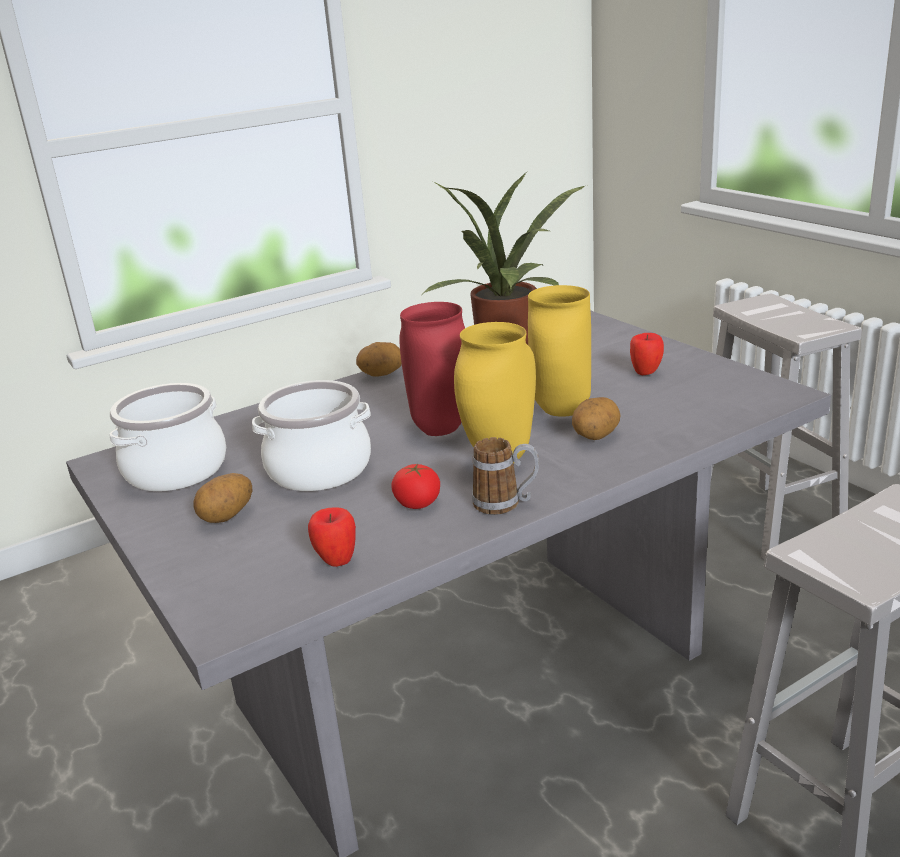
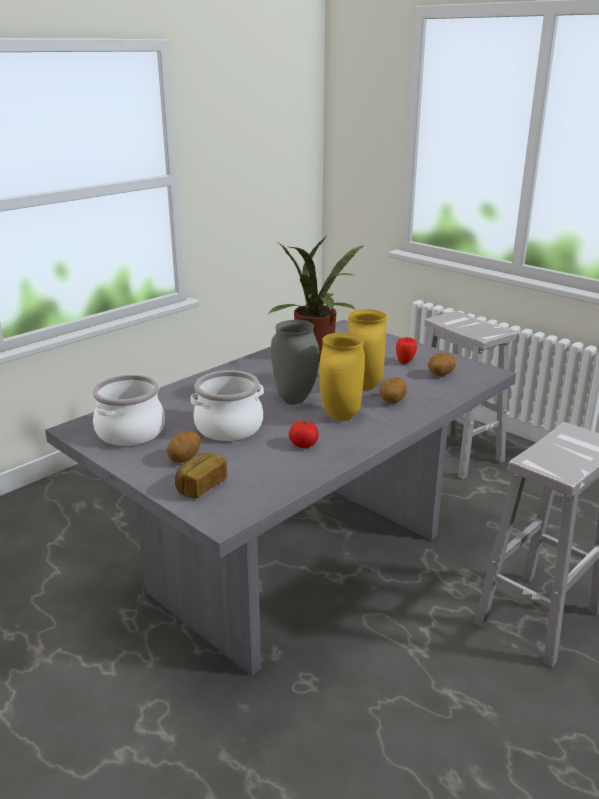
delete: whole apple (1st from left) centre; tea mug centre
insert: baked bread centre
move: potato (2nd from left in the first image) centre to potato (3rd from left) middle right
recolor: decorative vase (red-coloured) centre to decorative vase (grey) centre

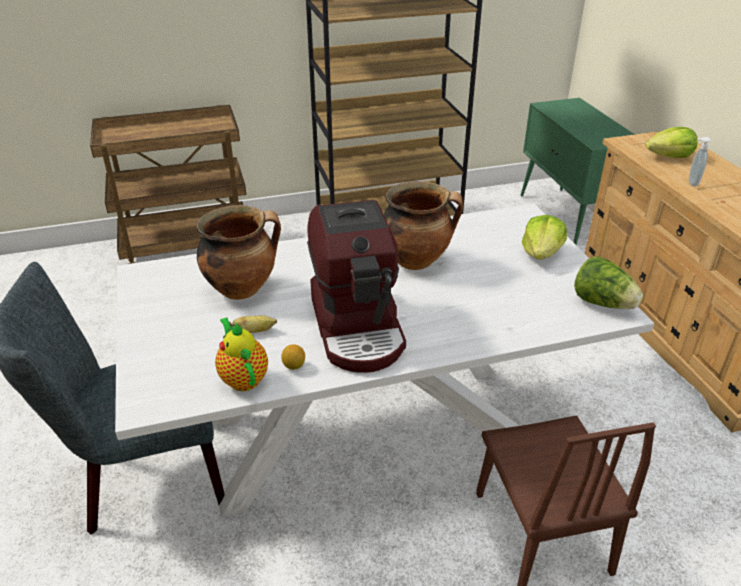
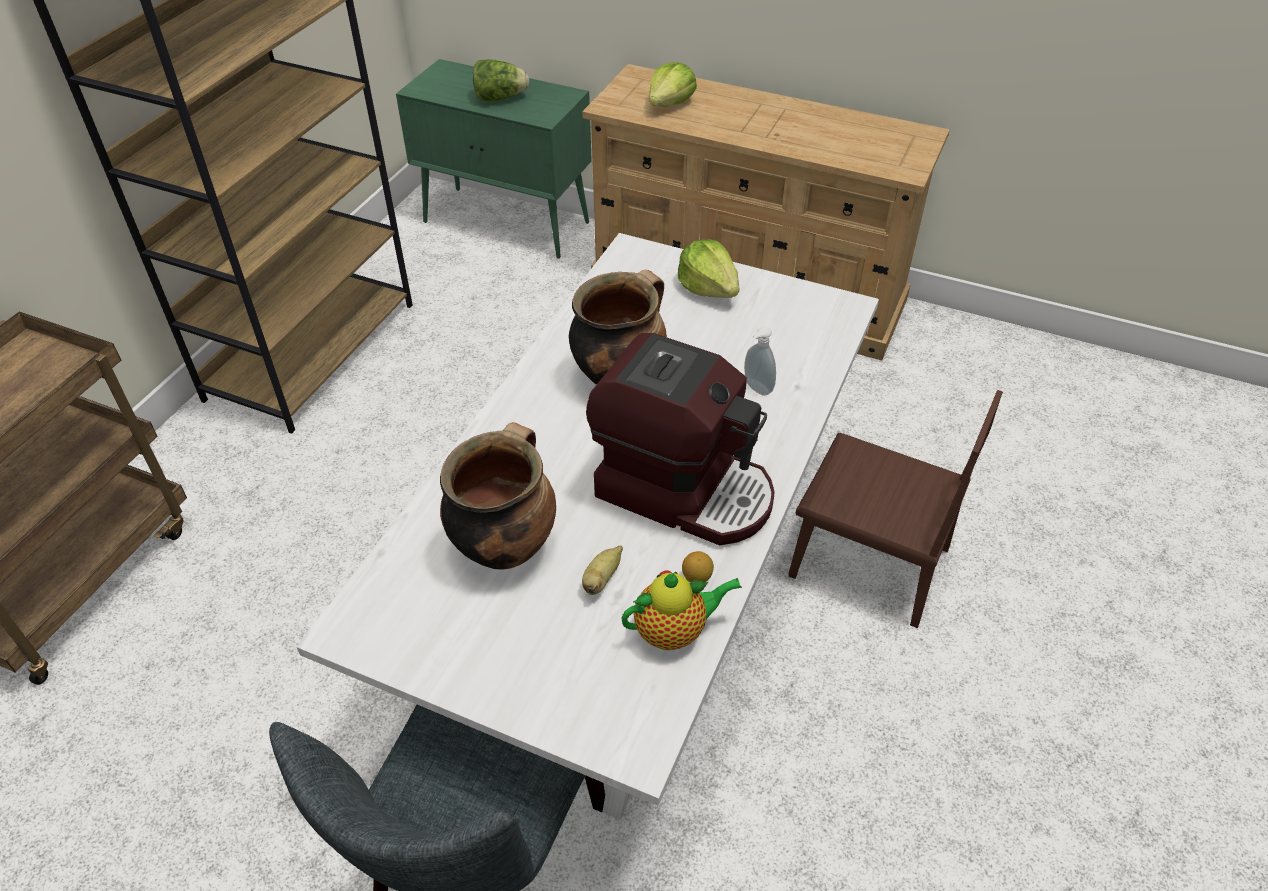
move: head of lettuce (2nd from left in the first image) middle right to head of lettuce (1st from left) top centre; soap bottle top right to centre
rotate: tea pot middle left = bottom centre 150 degrees clockwise

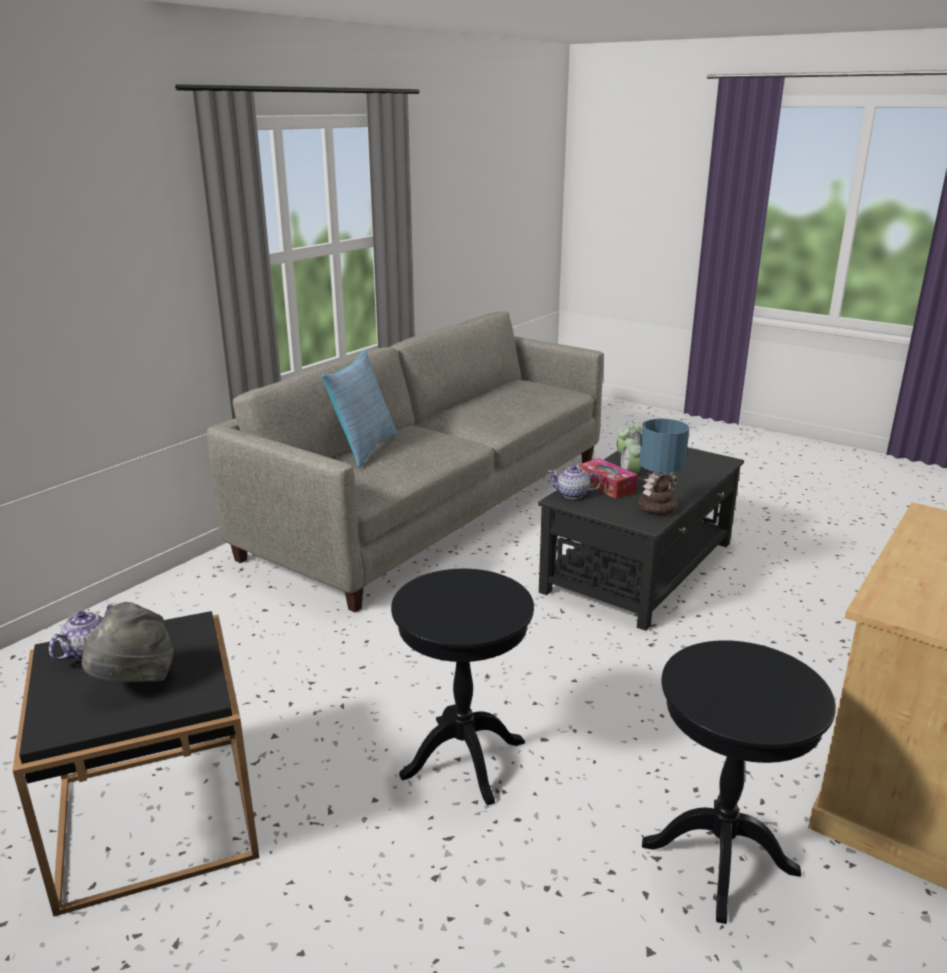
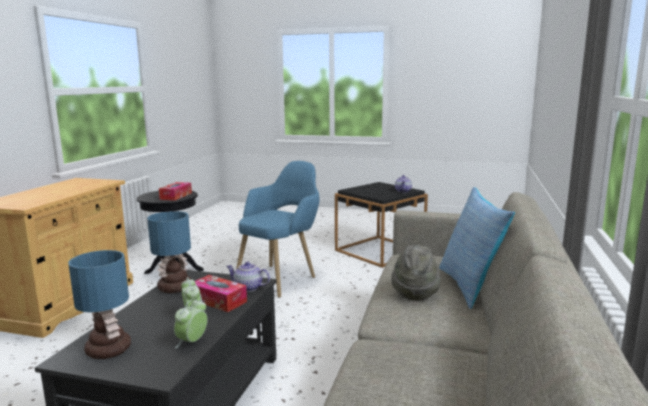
insert: table lamp (1st from left) bottom left; tissue holder (1st from left) middle left
move: hat (grey) middle left to bottom centre
replace: accent table (black-coloured) (2nd from left) bottom centre to easy chair (bluish) centre
rotate: tea pot (2nd from left in the first image) centre = bottom centre 150 degrees counterclockwise

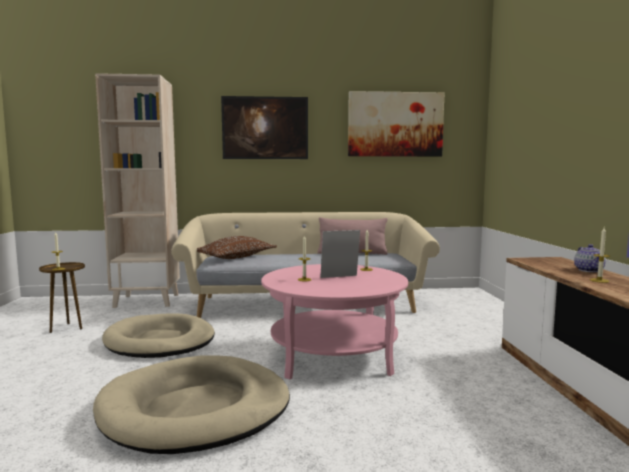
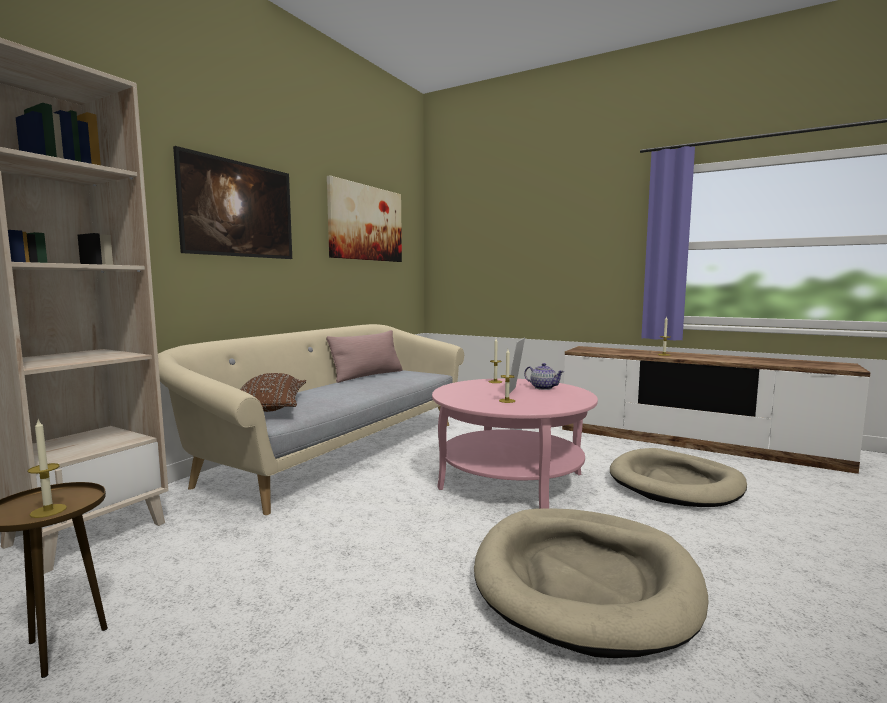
move: dog cushion (beige-coloured) (1st from left in the first image) bottom left to dog cushion (beige-coloured) (2nd from left) bottom right; tea pot middle right to centre

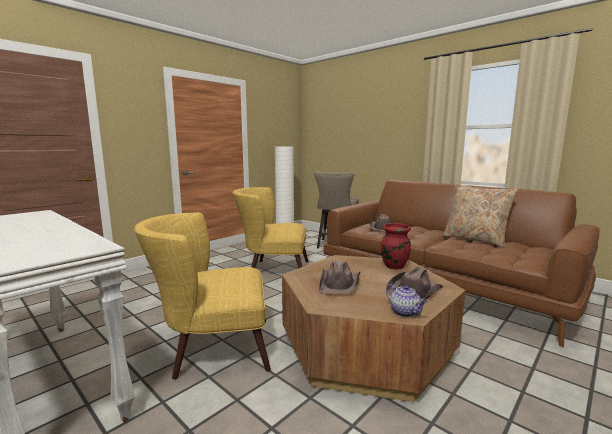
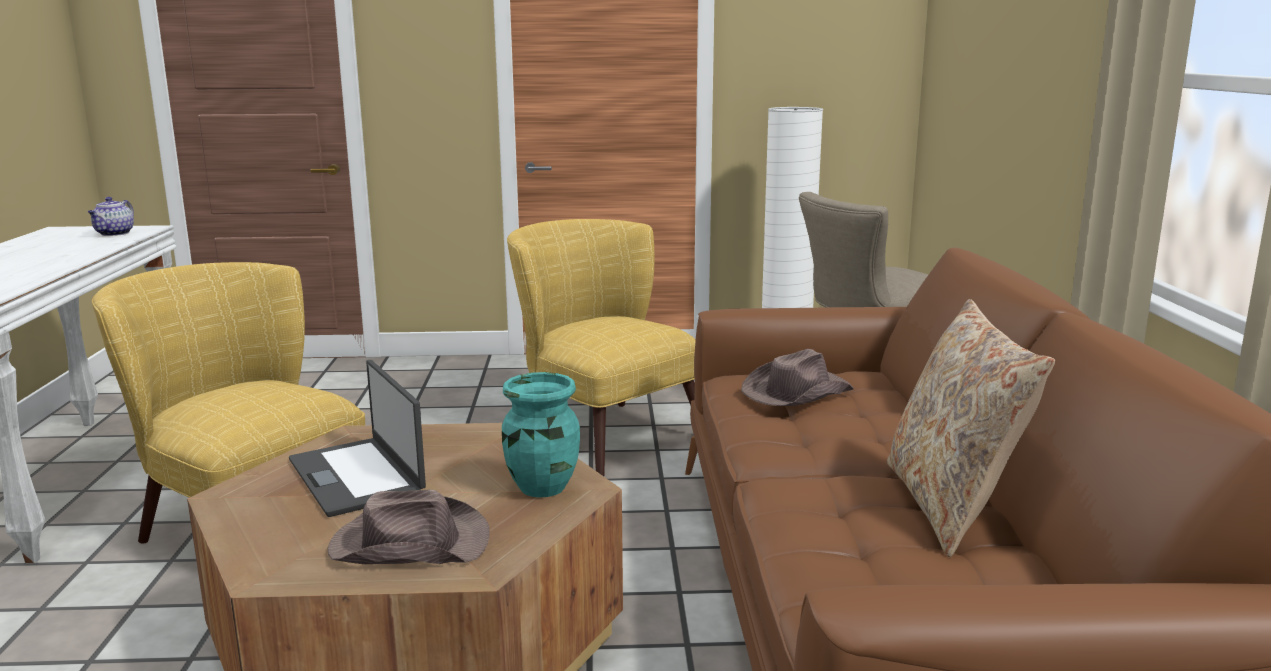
move: tea pot bottom centre to top left
replace: hat (brownish) (1st from left) centre to portable computer middle left
recolor: decorative vase (red-coloured) centre to decorative vase (blue-green) centre

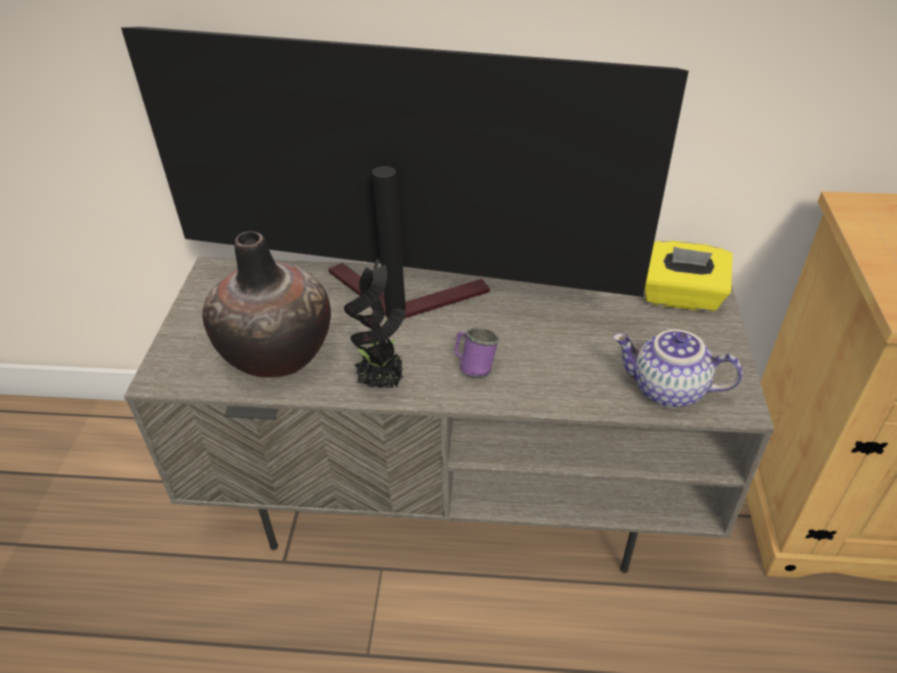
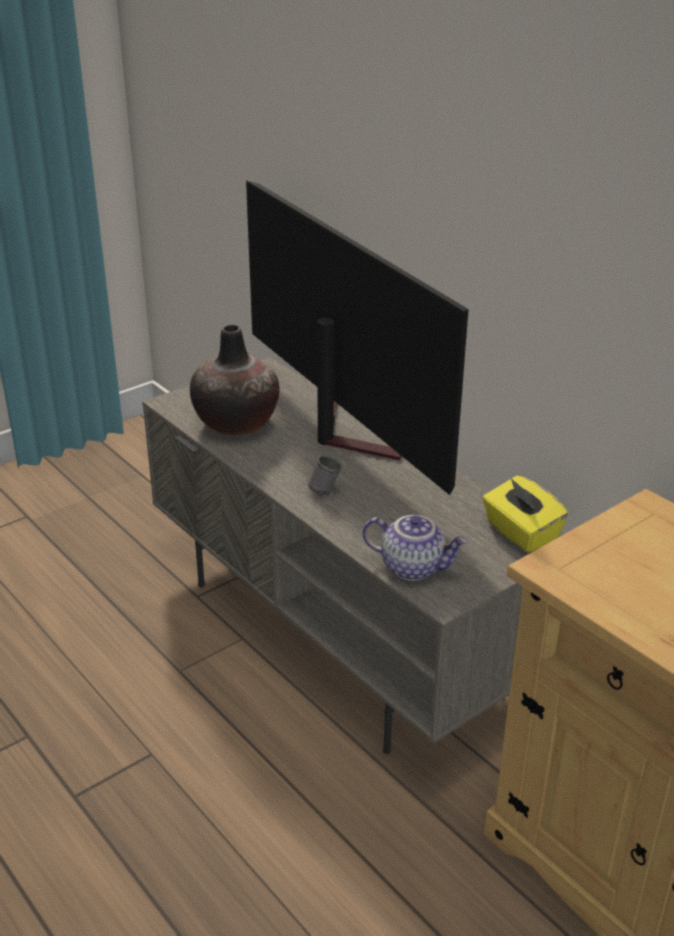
delete: houseplant centre
recolor: tea mug (purple) centre to tea mug (grey) centre
rotate: tea pot middle right = centre 135 degrees clockwise

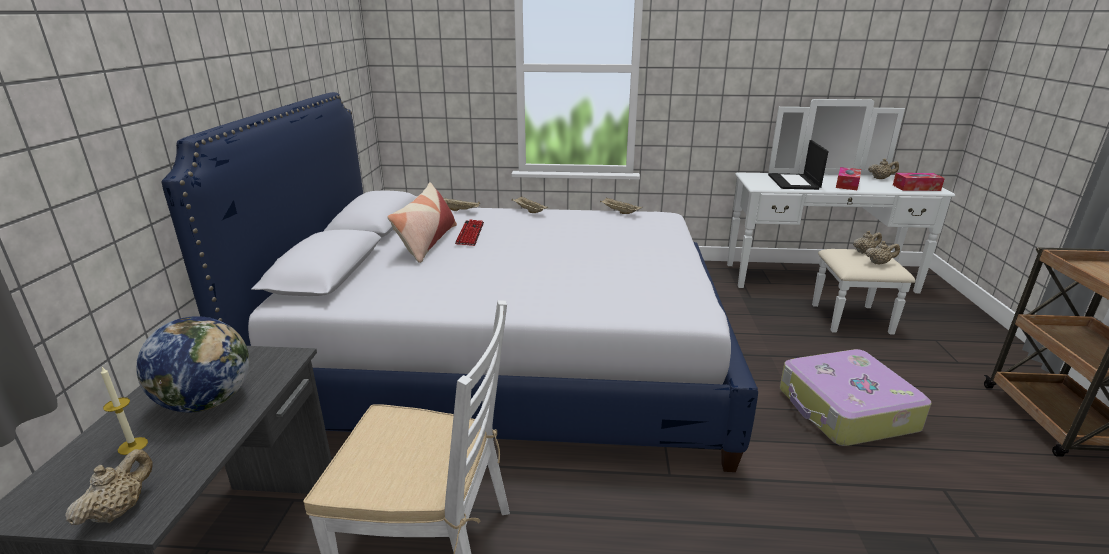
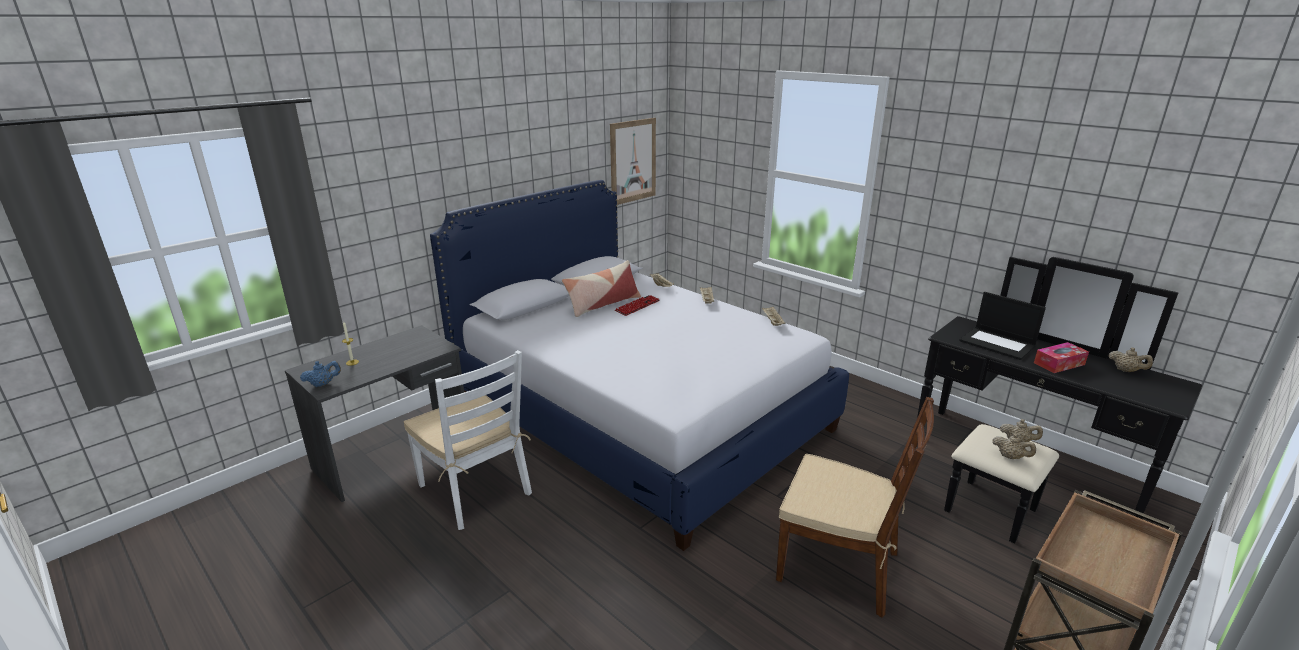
delete: globe middle left; tissue holder (2nd from left) top right
insert: wall picture top centre
replace: travel case bottom right to plain chair (brownish) bottom centre
recolor: tea pot (beige-coloured) (1st from left) bottom left to tea pot (bluish) middle left; dresser (whitish) middle right to dresser (black-coloured) middle right
rotate: portable computer top right = middle right 90 degrees counterclockwise

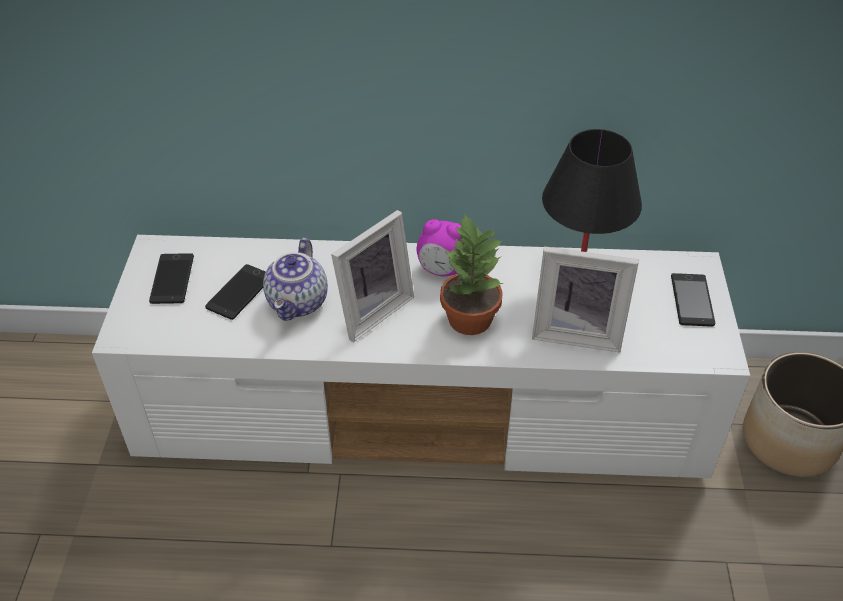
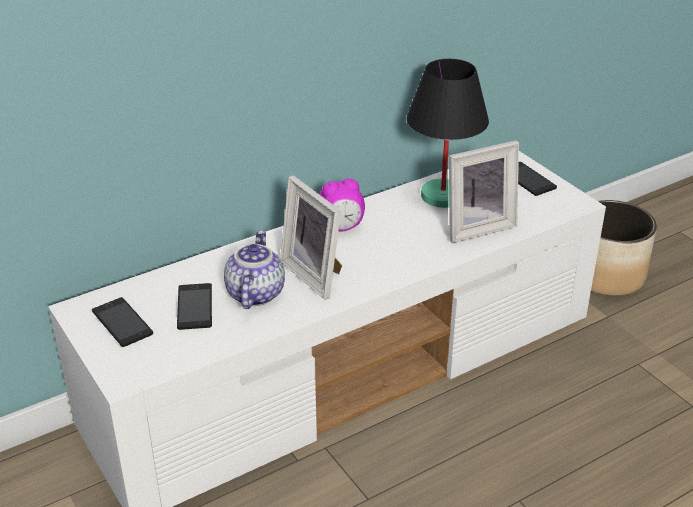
delete: houseplant centre
rotate: tea pot centre = centre 150 degrees counterclockwise; picture frame (1st from left) centre = centre 135 degrees clockwise

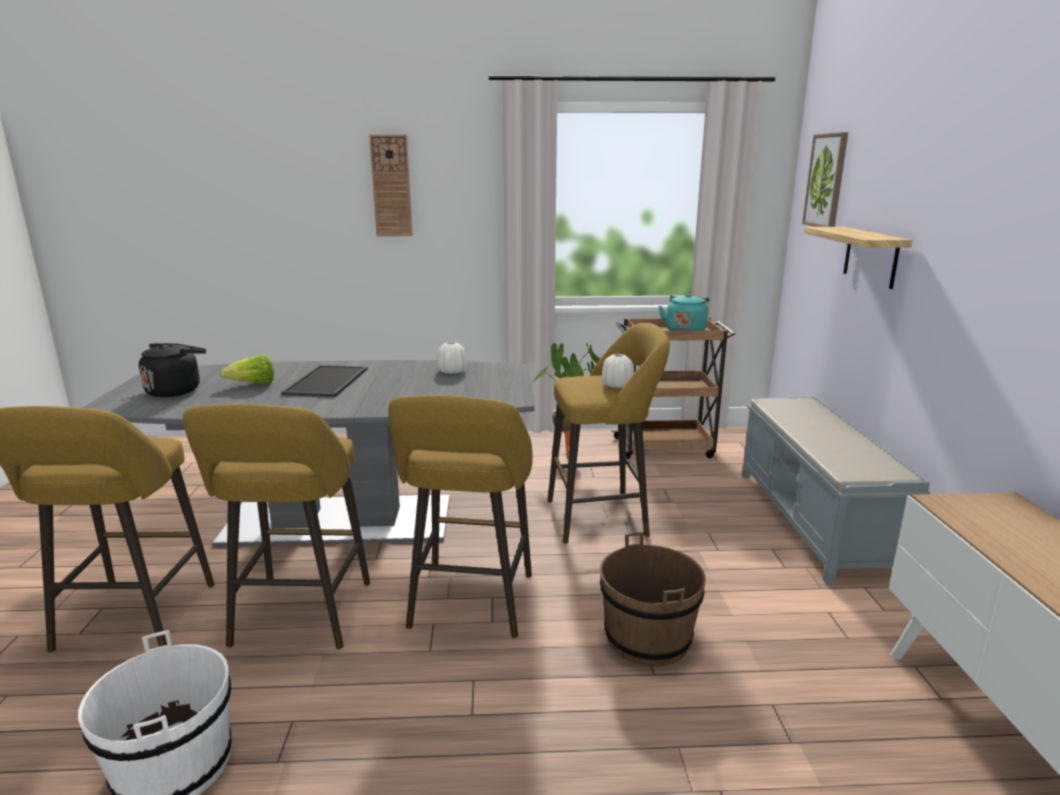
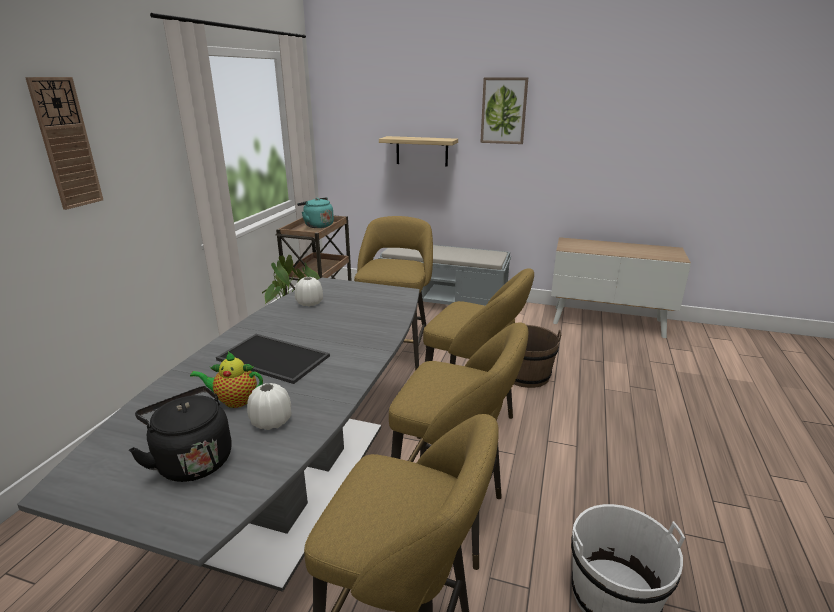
move: decorative vase (whitish) (2nd from left in the first image) centre to decorative vase (whitish) (1st from left) middle left; wall picture top right to top centre
replace: head of lettuce middle left to tea pot middle left

